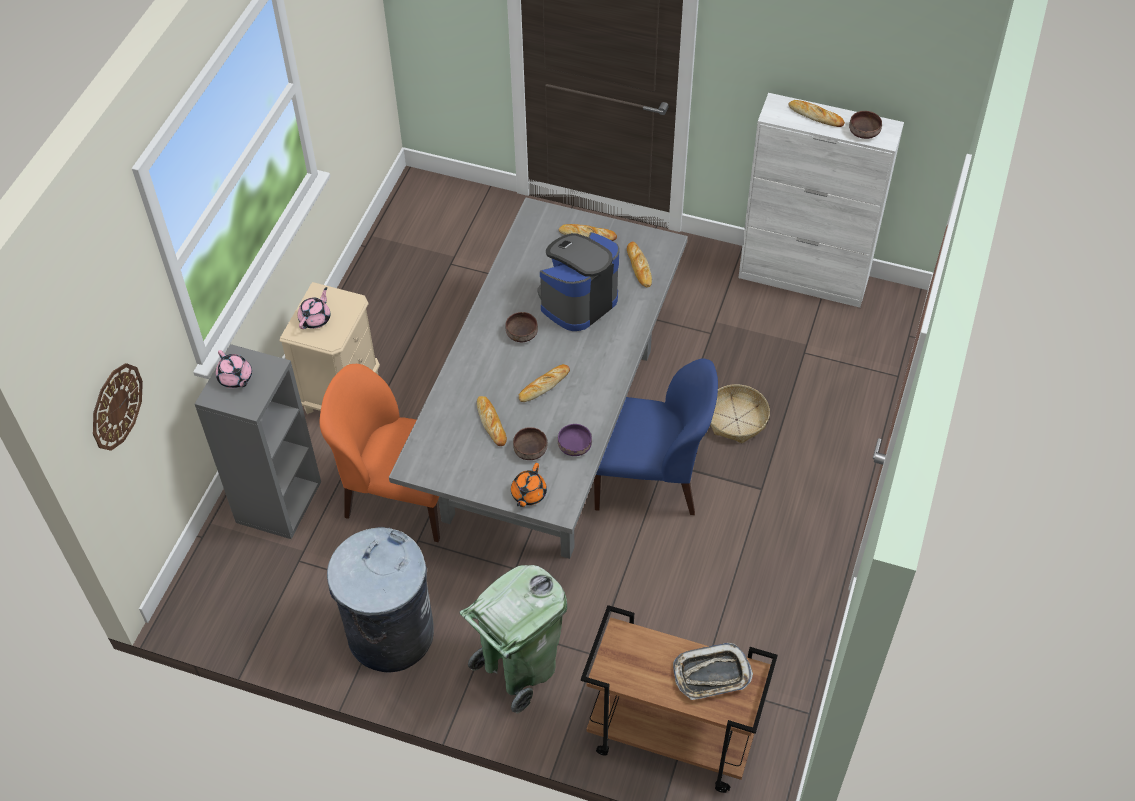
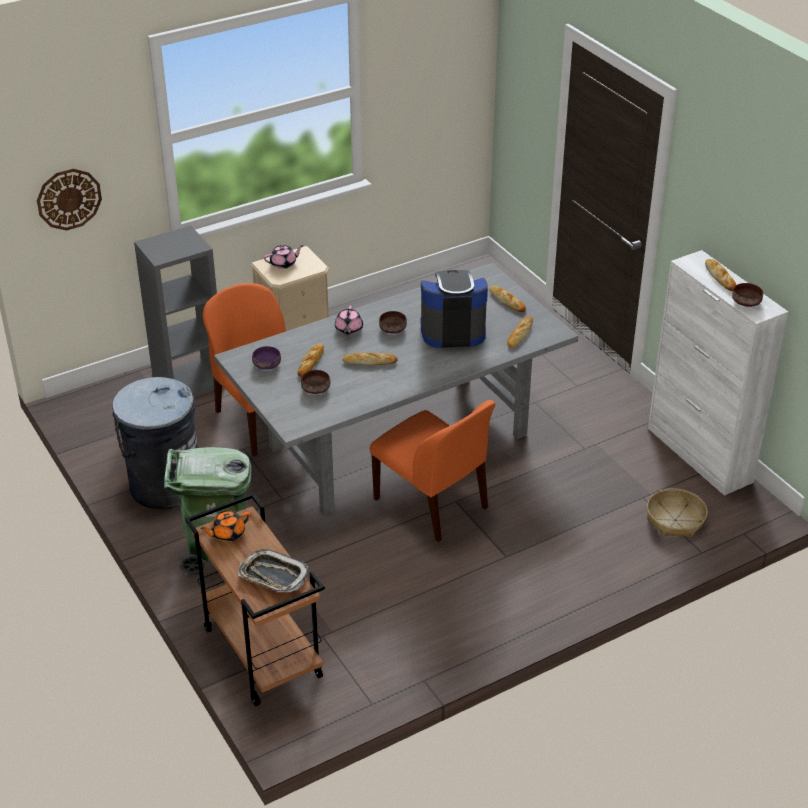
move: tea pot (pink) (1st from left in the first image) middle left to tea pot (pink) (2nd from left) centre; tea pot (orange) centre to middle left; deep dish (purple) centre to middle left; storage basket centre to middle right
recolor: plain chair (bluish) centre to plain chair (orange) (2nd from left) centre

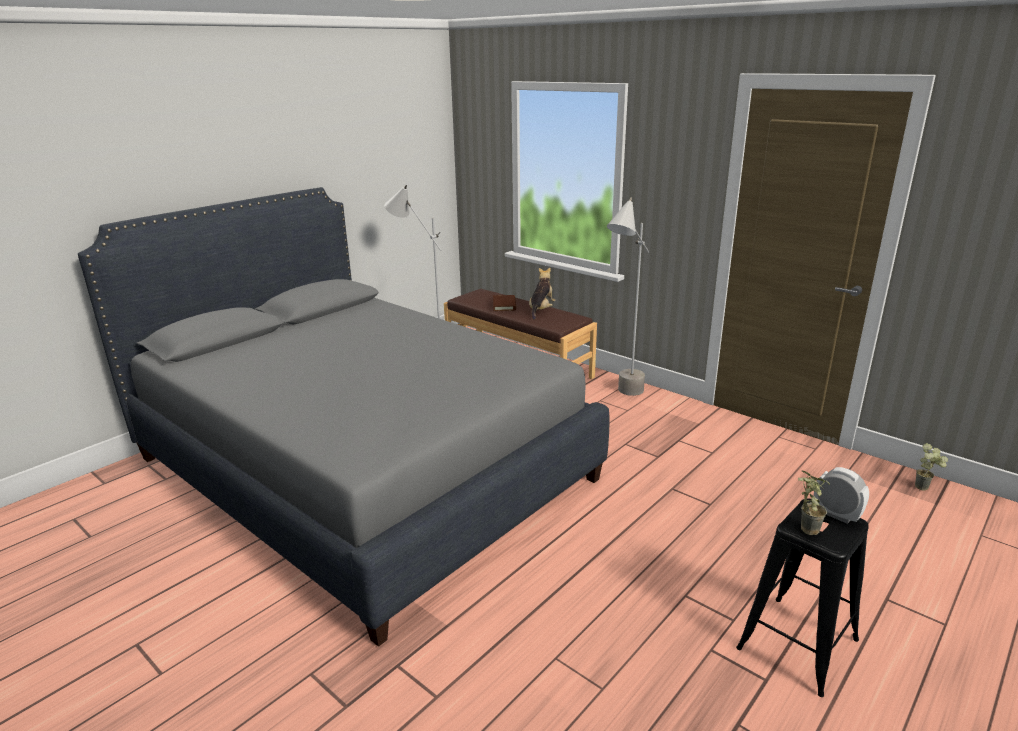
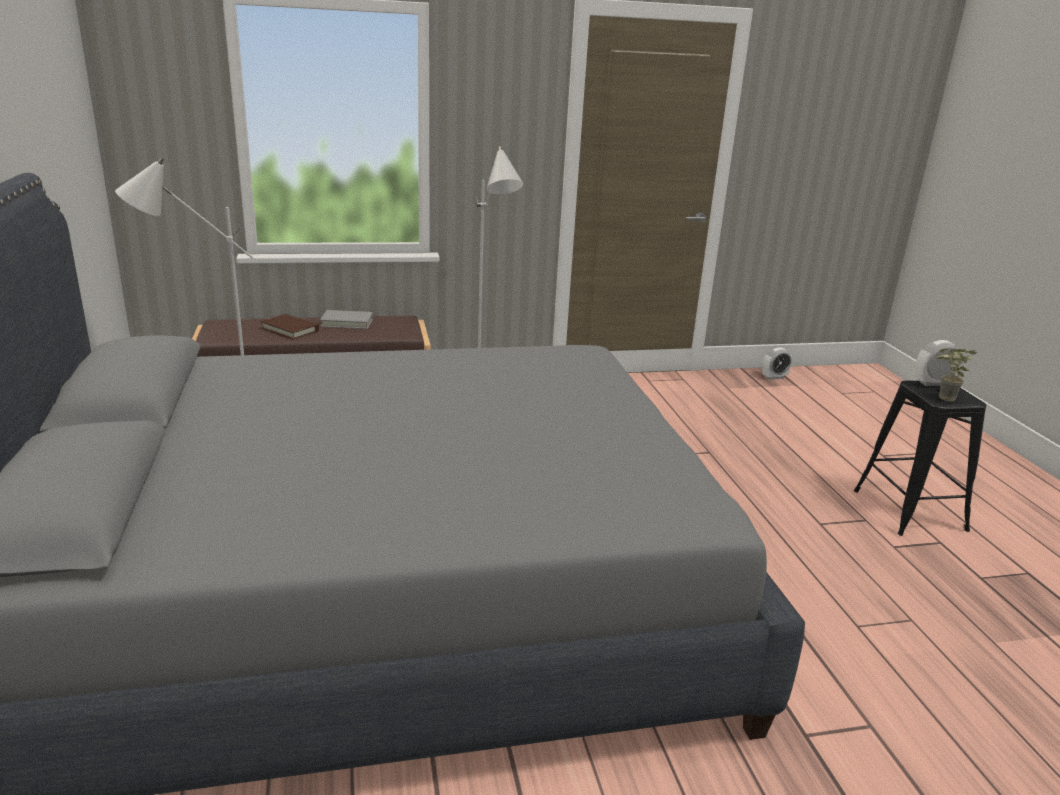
replace: soft toy centre to book (grey) middle left; houseplant (2nd from left) middle right to alarm clock (1st from left) middle right

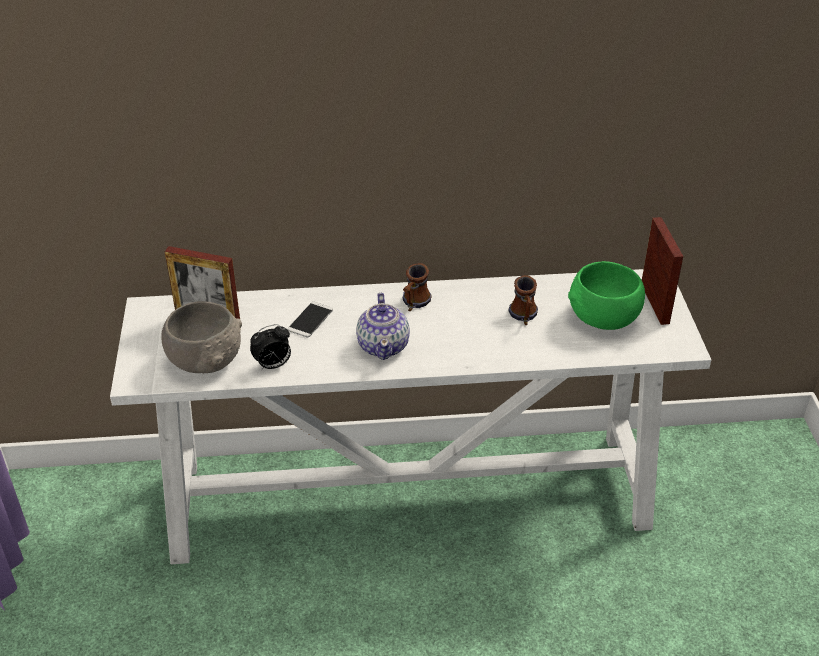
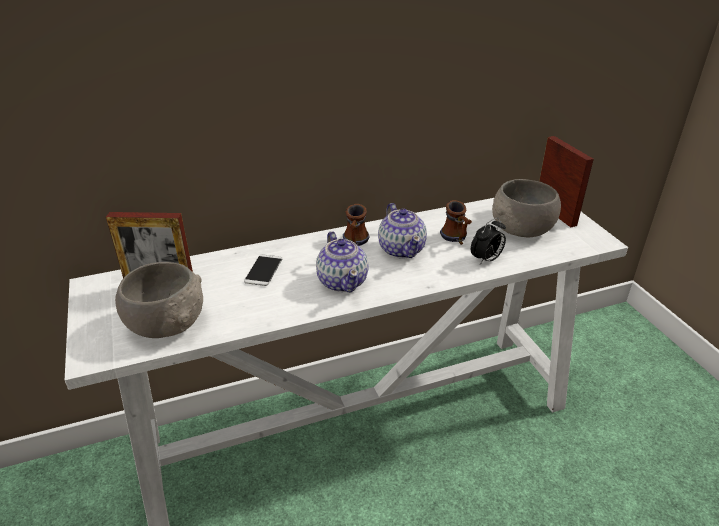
insert: tea pot (2nd from left) centre
move: alarm clock middle left to middle right
recolor: deep dish (green) middle right to deep dish (grey) (2nd from left) middle right

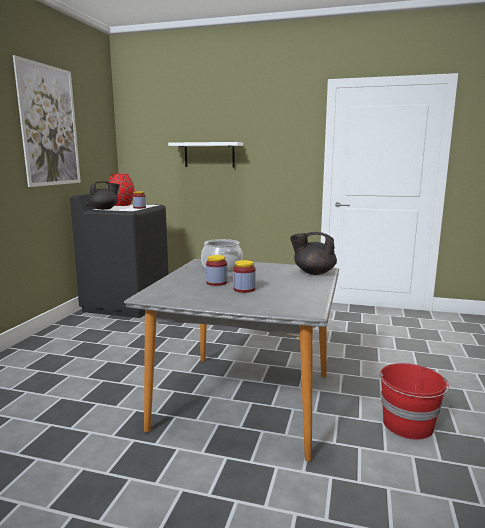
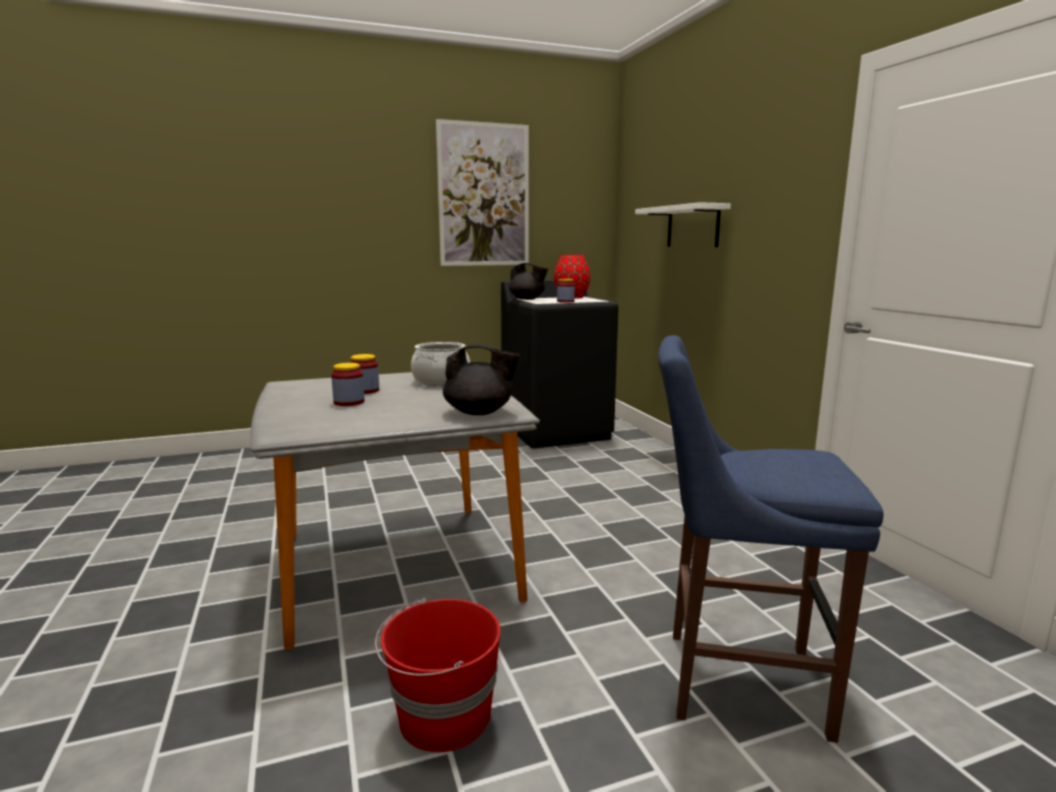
insert: stool seat (bluish) bottom right
rotate: tea pot (black-coloured) (2nd from left in the first image) centre = centre 120 degrees clockwise

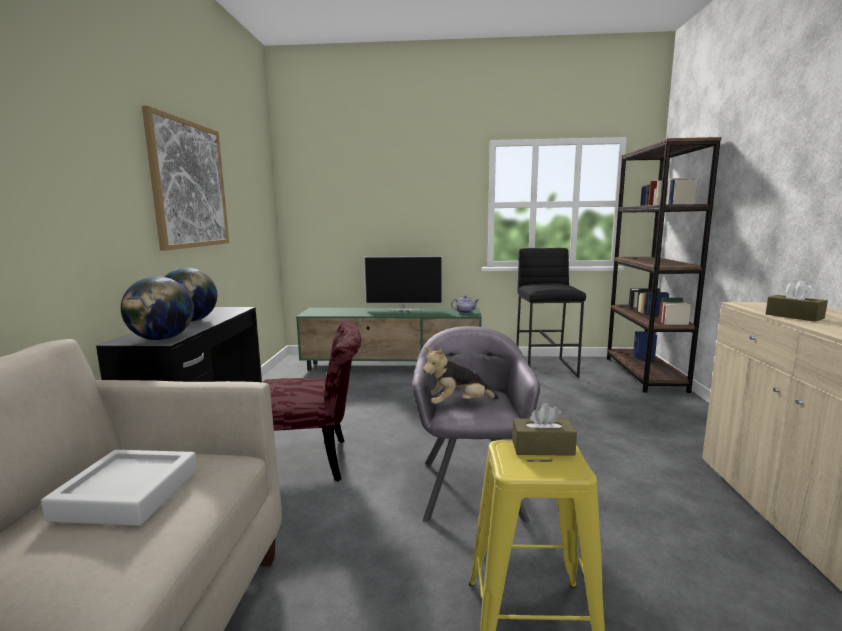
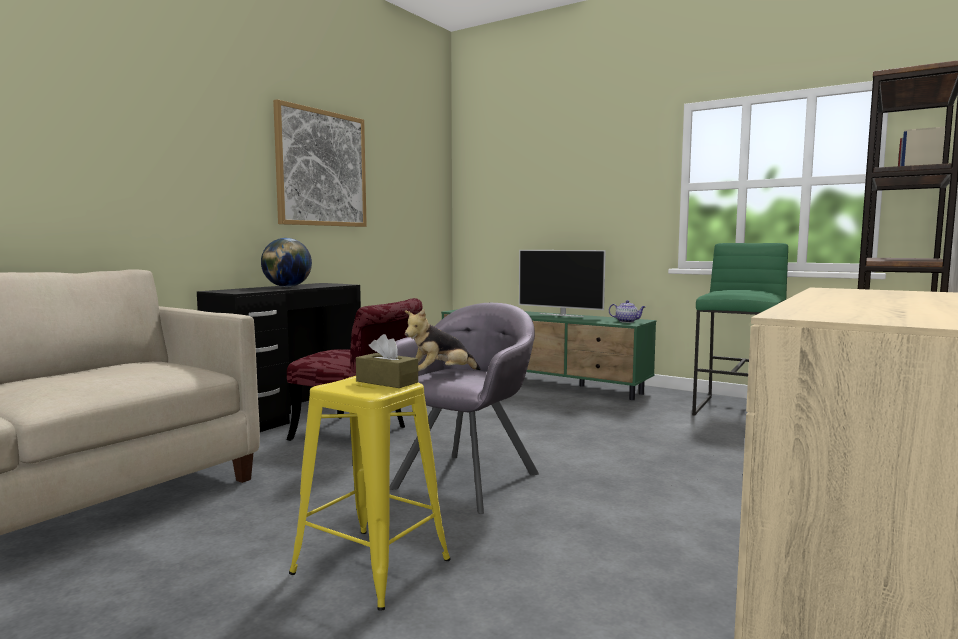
delete: tray (grey) bottom left; globe (1st from left) middle left; tissue holder (brownish) (2nd from left) middle right
recolor: stool seat (black-coloured) centre to stool seat (green) middle right
rotate: soft toy centre = centre 45 degrees counterclockwise

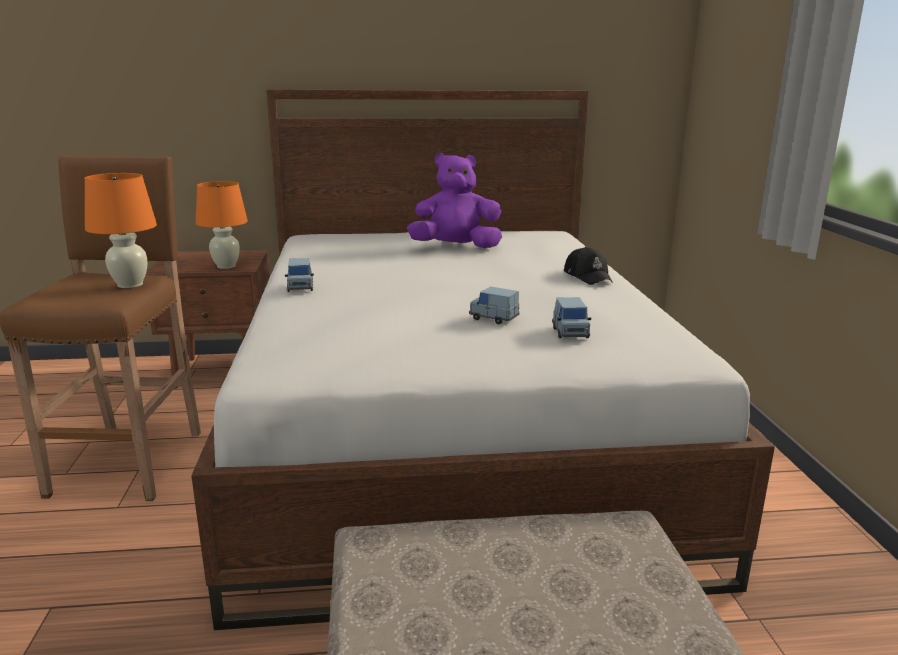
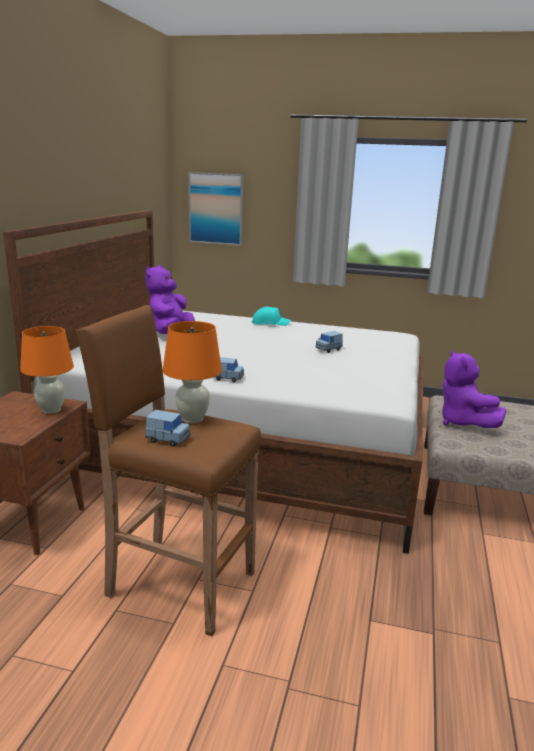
insert: wall picture top centre; soft toy (purple) (2nd from left) middle right
move: model car (bluish) (3rd from left in the first image) centre to model car (bluish) (1st from left) middle left
recolor: peaked cap (black-coloured) centre to peaked cap (blue-green) centre

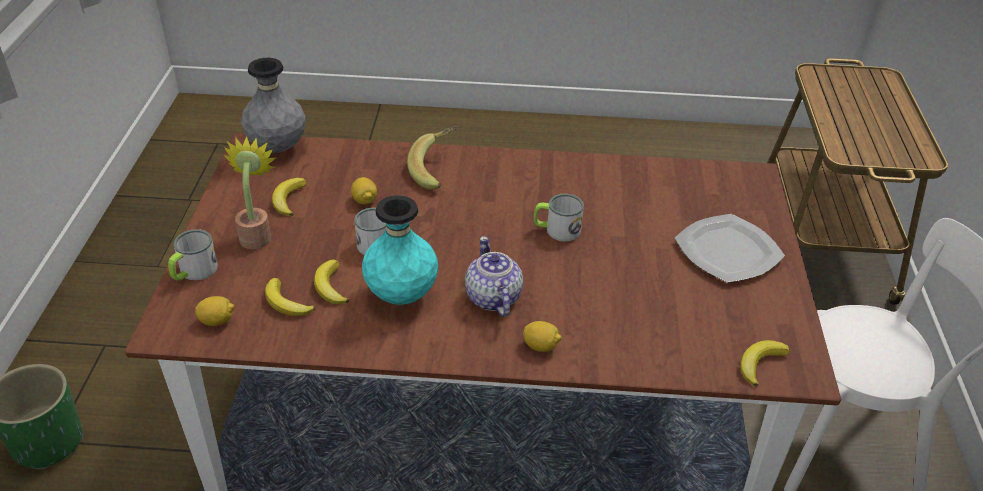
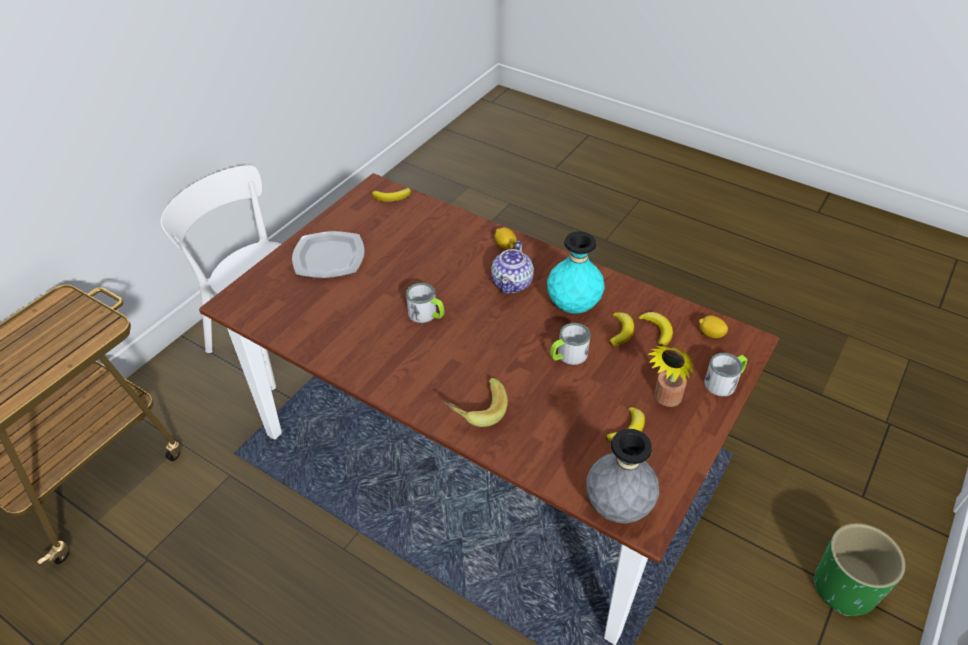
delete: citrus fruit (2nd from left) centre

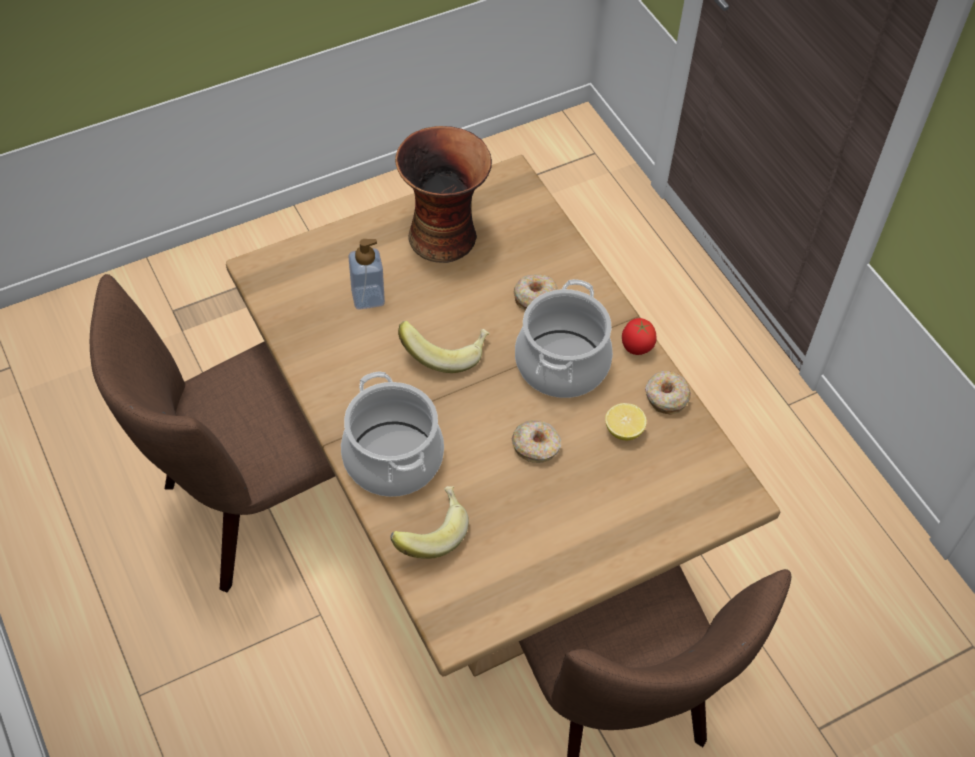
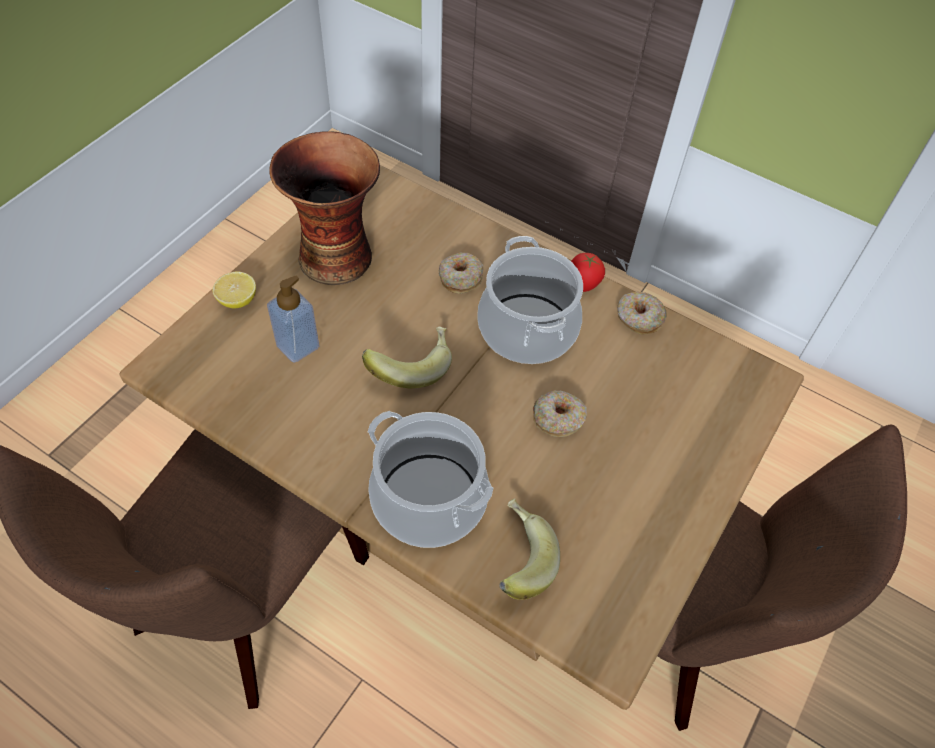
move: citrus fruit centre to middle left

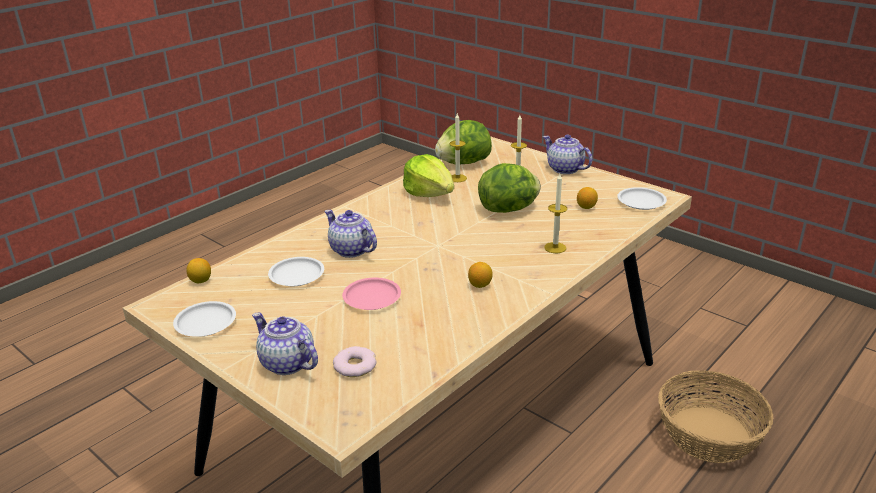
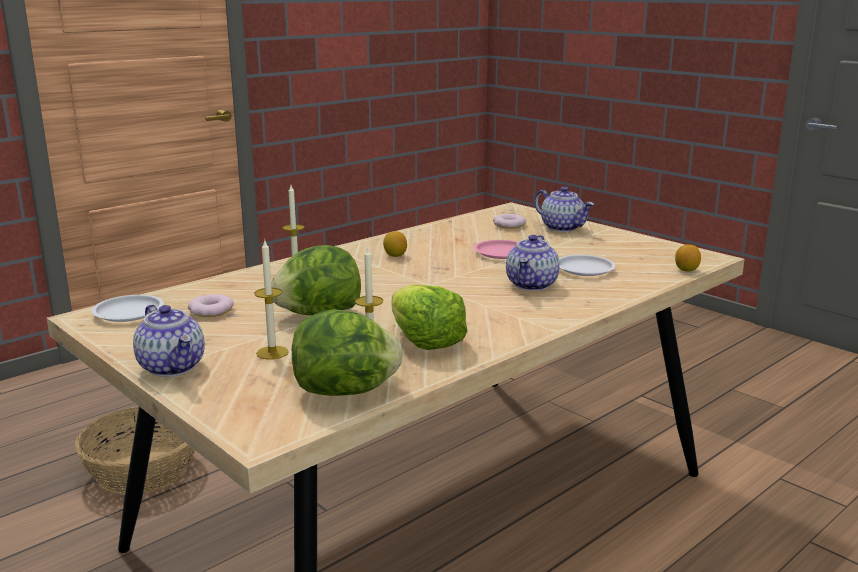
delete: flat dish (whitish) (1st from left) middle left
replace: citrus fruit (3rd from left) middle right to ring doughnut (1st from left) middle left
rotate: tea pot (2nd from left) centre = centre 60 degrees clockwise

